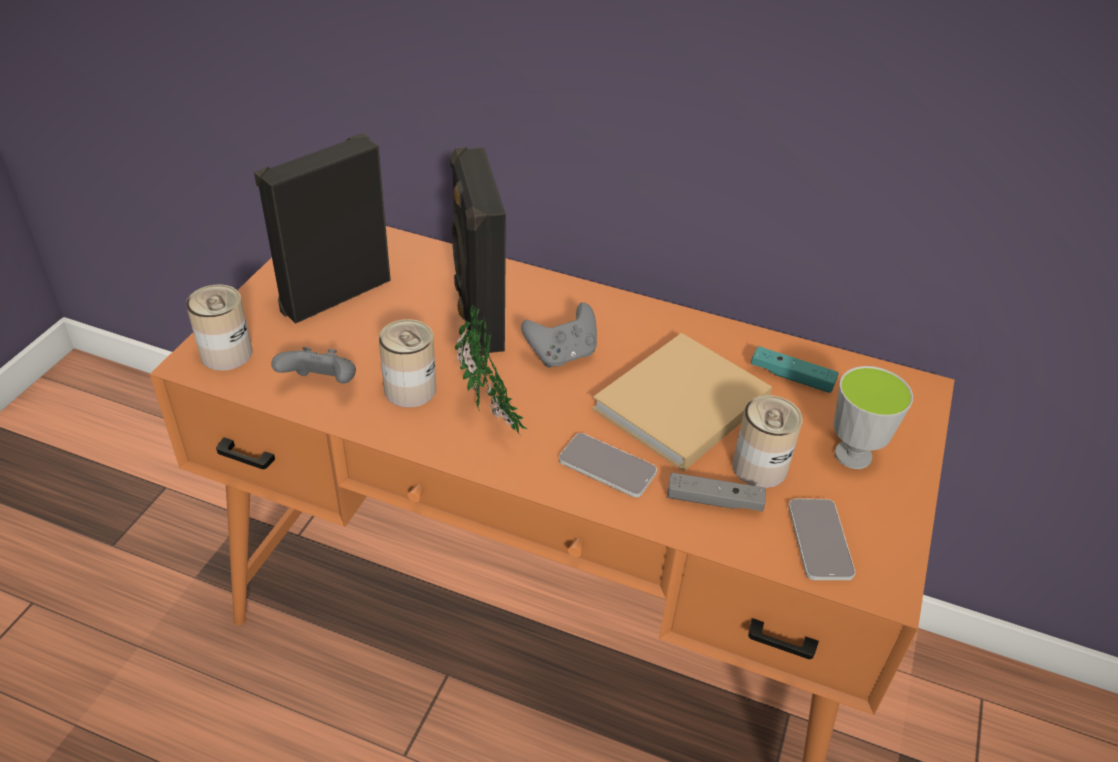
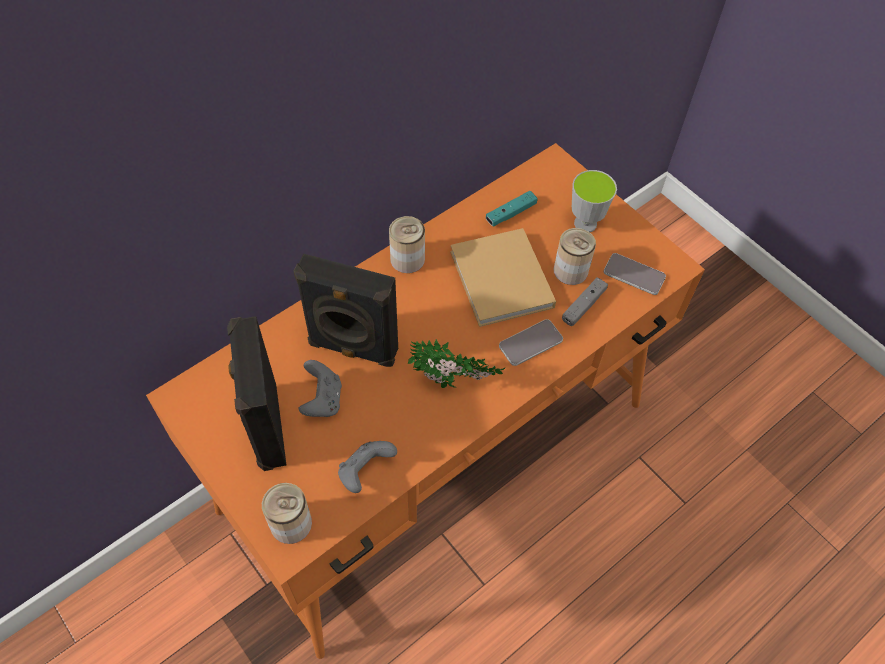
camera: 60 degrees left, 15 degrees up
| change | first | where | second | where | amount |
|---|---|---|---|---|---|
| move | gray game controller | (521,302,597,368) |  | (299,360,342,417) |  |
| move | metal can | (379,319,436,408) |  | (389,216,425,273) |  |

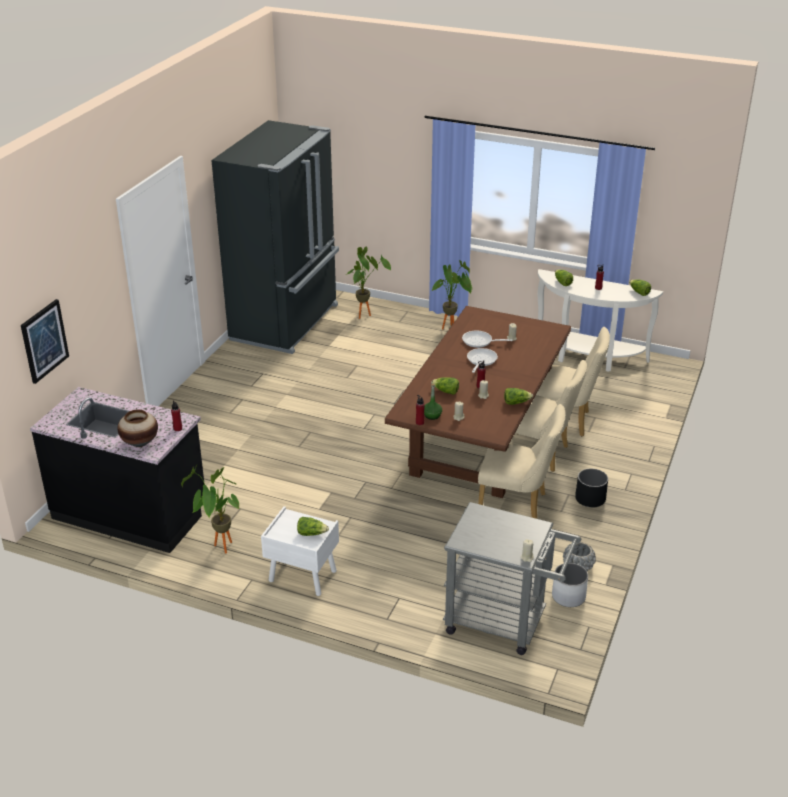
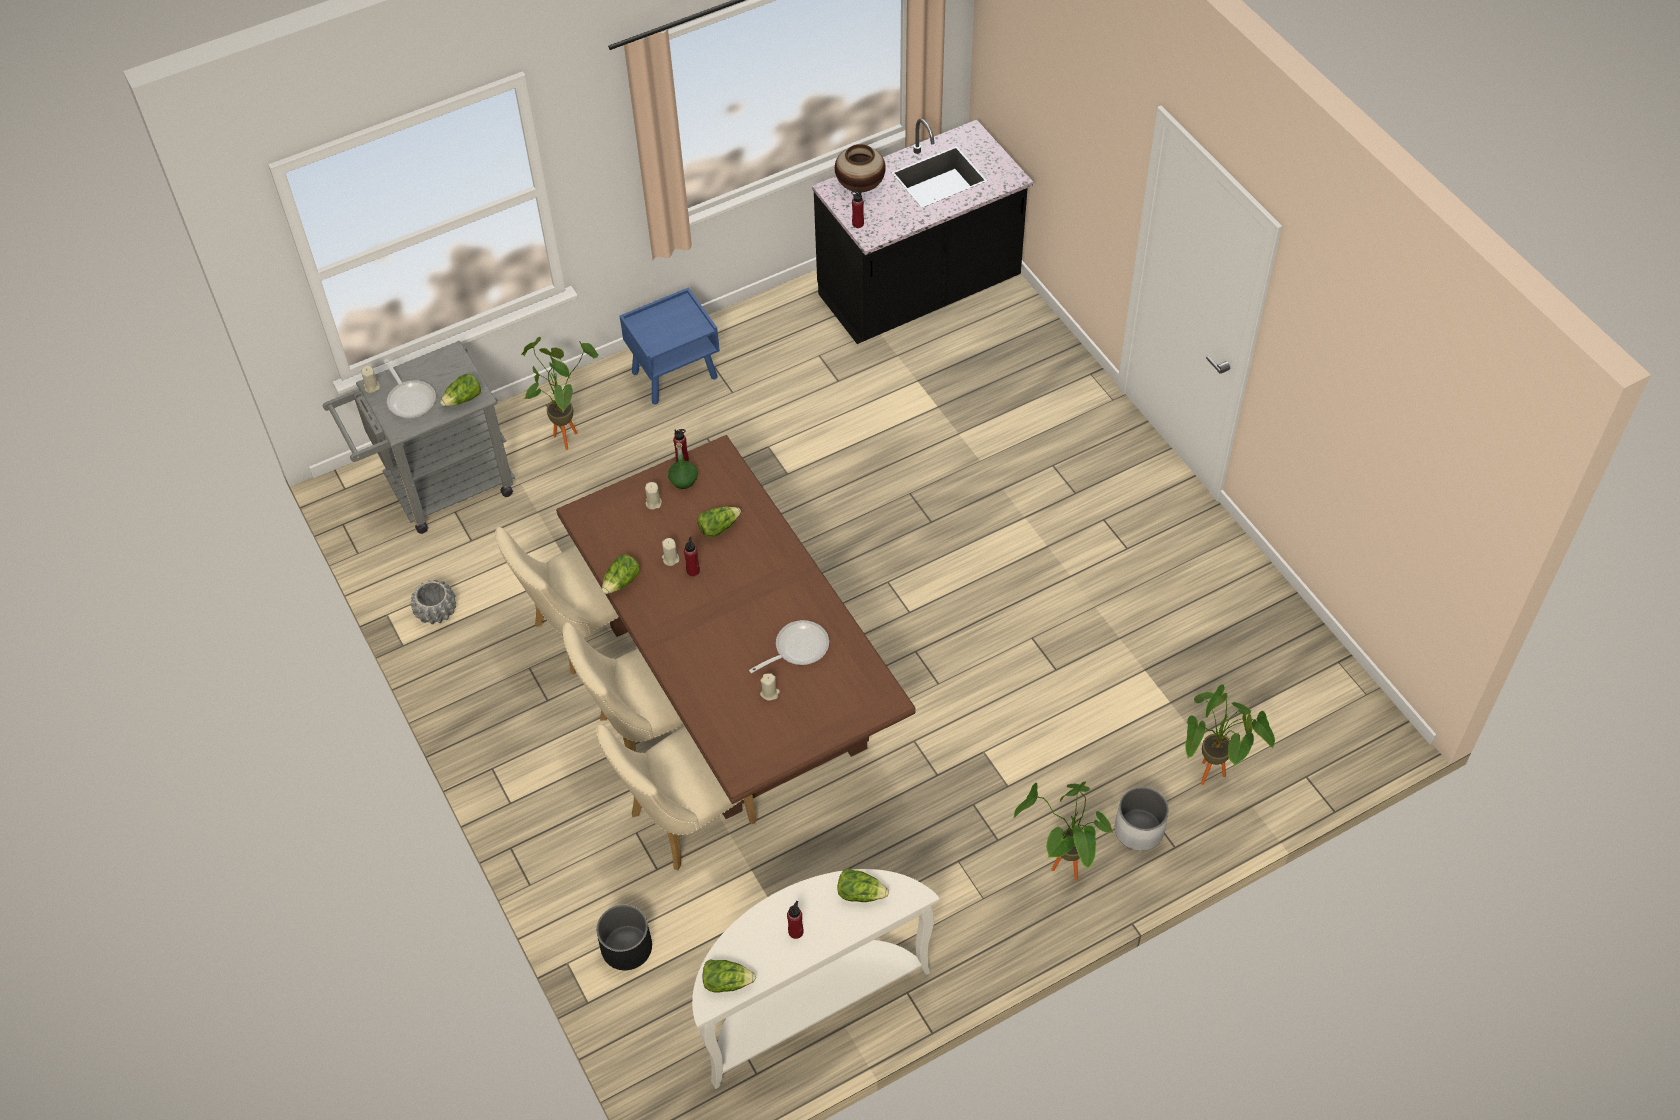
camera: 130 degrees right, 20 degrees up
| change | first | where | second | where | amount |
|---|---|---|---|---|---|
| delete | blackish refrigerator | (211,120,339,354) |  |  |  |
| delete | picture | (21,299,69,384) |  |  |  |
| move | pan | (467,348,498,373) |  | (384,359,436,418) |  |
| move | plant in a pot | (181,465,239,553) |  | (521,337,599,450) |  |
| move | blackish plant pot | (575,468,608,507) |  | (596,904,652,970) |  |
| recolor | whitish bedside table | (261,506,339,596) | blue bedside table | (620,287,720,405) |  |
| move | lettuce | (297,517,329,536) |  | (440,374,481,406) |  |
| move | whitish plant pot | (552,563,588,607) |  | (1115,787,1169,851) |  |

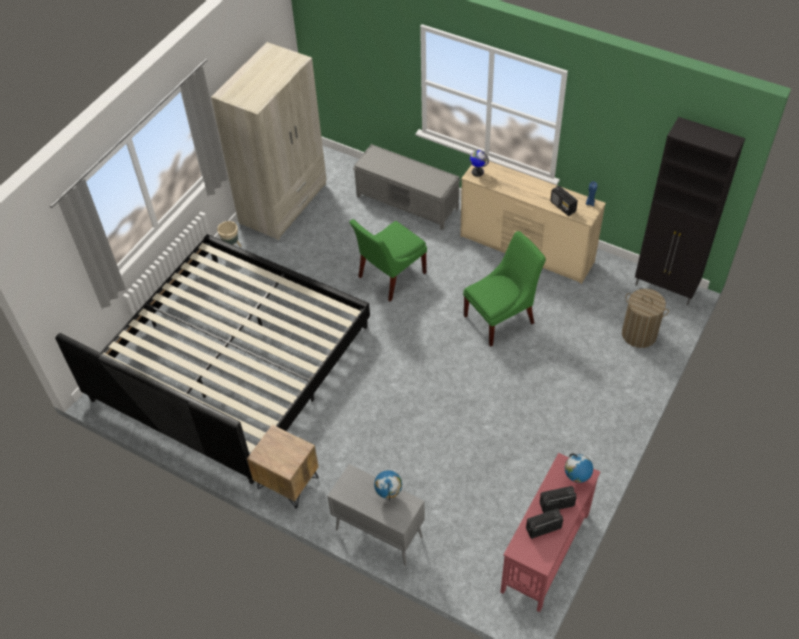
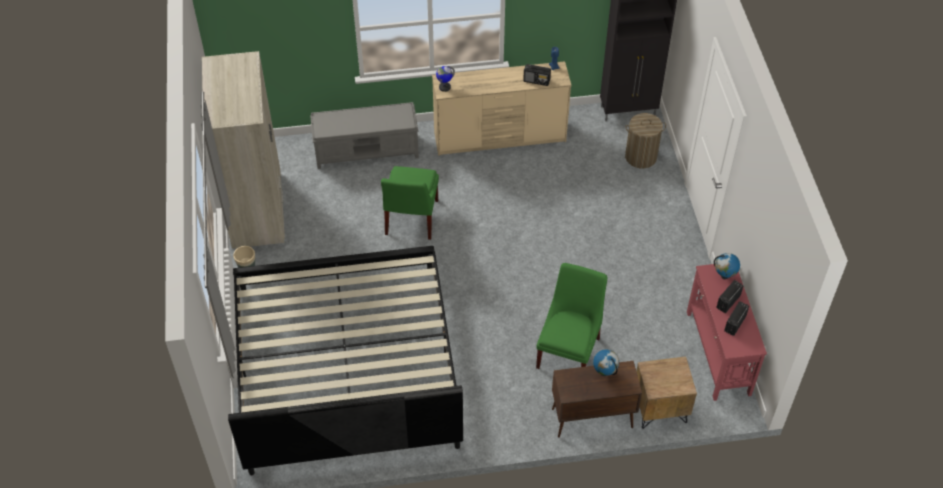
camera: 40 degrees left, 0 degrees up
| change | first | where | second | where | amount |
|---|---|---|---|---|---|
| move | green chair | (463,231,546,347) |  | (536,263,608,369) |  |
| move | brown-coloured bedside table | (247,425,319,509) |  | (636,356,697,429) |  |
| recolor | gray storage cabinet | (327,464,425,566) | brown-coloured storage cabinet | (552,361,642,438) |  |

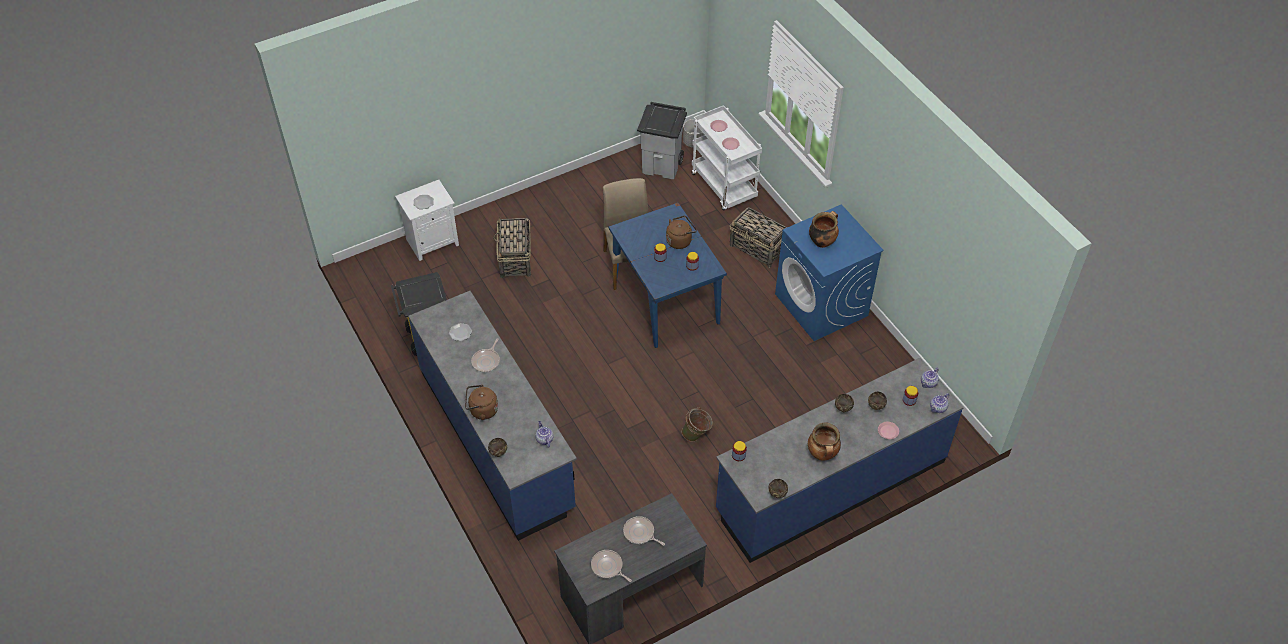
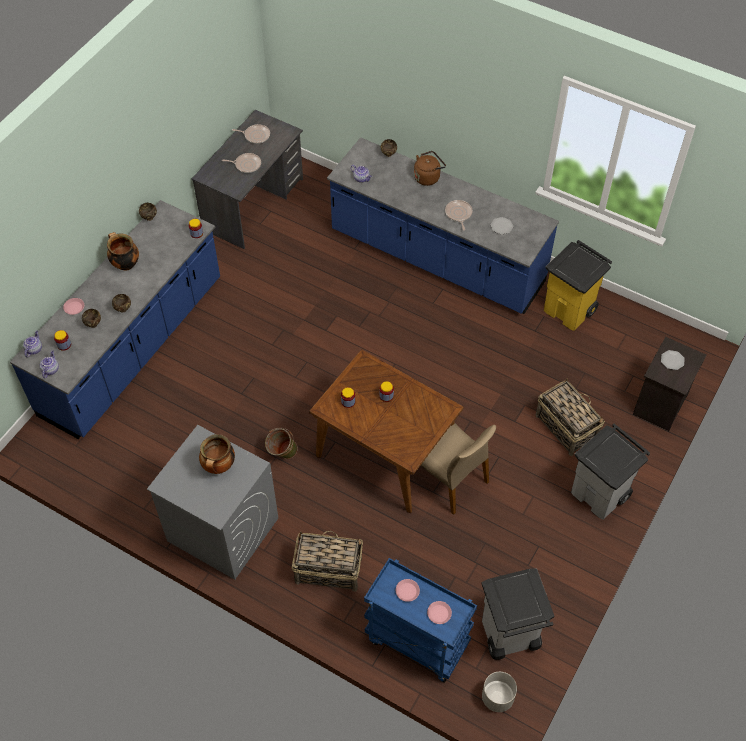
camera: 150 degrees right, 5 degrees up
| change | first | where | second | where | amount |
|---|---|---|---|---|---|
| recolor | whitish trolley | (691,105,762,211) | blue trolley | (364,558,477,683) |  |
| recolor | whitish bedside table | (395,180,459,261) | blackish bedside table | (633,337,706,431) |  |
| recolor | blue kitchen table | (608,203,727,348) | brown-coloured kitchen table | (309,349,464,513) |  |
| recolor | blue laundry machine | (775,204,884,341) | gray laundry machine | (147,425,278,580) |  |
| delete | brown-coloured kettle | (666,216,697,249) |  |  |  |
| move | green bucket | (682,407,713,442) |  | (265,428,298,459) |  |
| insert |  |  | gray rubbish bin | (571,424,650,520) |  |

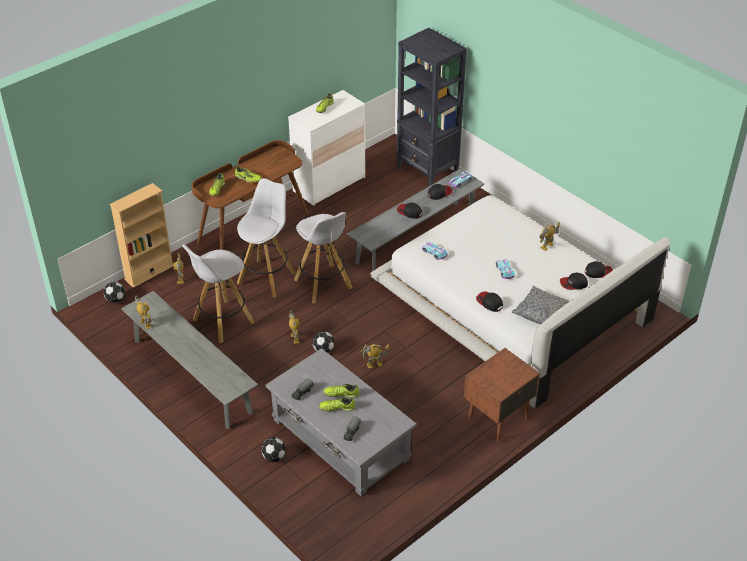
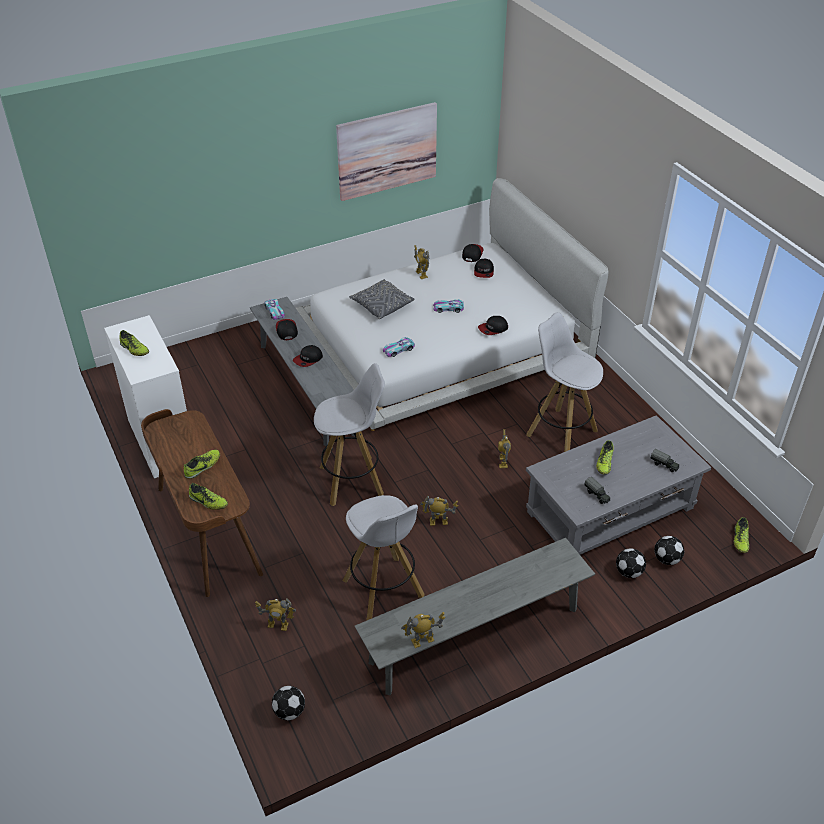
camera: 75 degrees left, 0 degrees up
| change | first | where | second | where | amount |
|---|---|---|---|---|---|
| delete | blackish bookcase | (396,28,467,186) |  |  |  |
| move | whitish stool | (237,178,296,297) |  | (527,312,603,452) |  |
| delete | beige bookcase | (109,183,174,288) |  |  |  |
| move | gray throw pillow | (511,286,570,325) |  | (349,279,414,319) |  |
| move | football ball | (312,331,335,353) |  | (654,536,684,565) |  |
| delete | brown-coloured bedside table | (464,348,540,442) |  |  |  |
| move | low shoe | (319,397,355,411) |  | (733,517,749,553) |  |
| insert |  |  | picture | (336,102,437,201) |  |

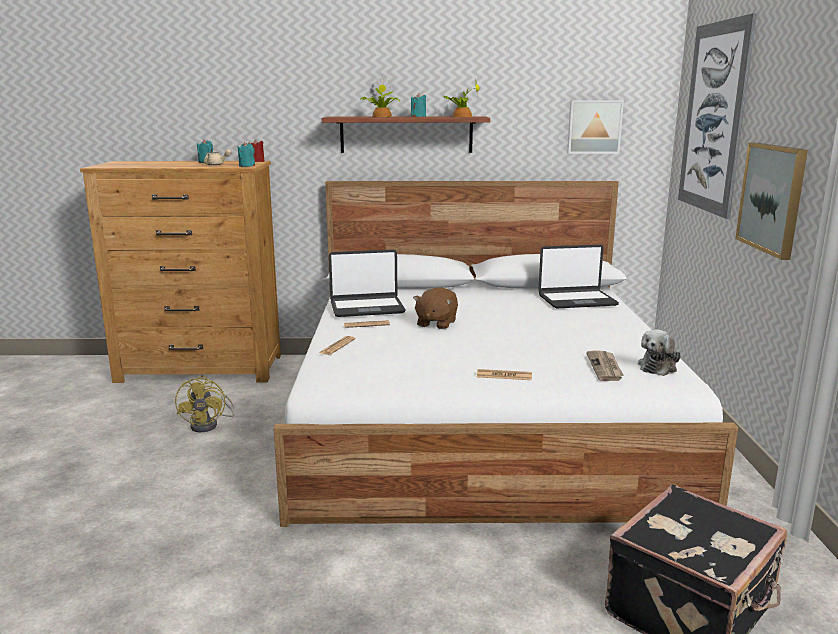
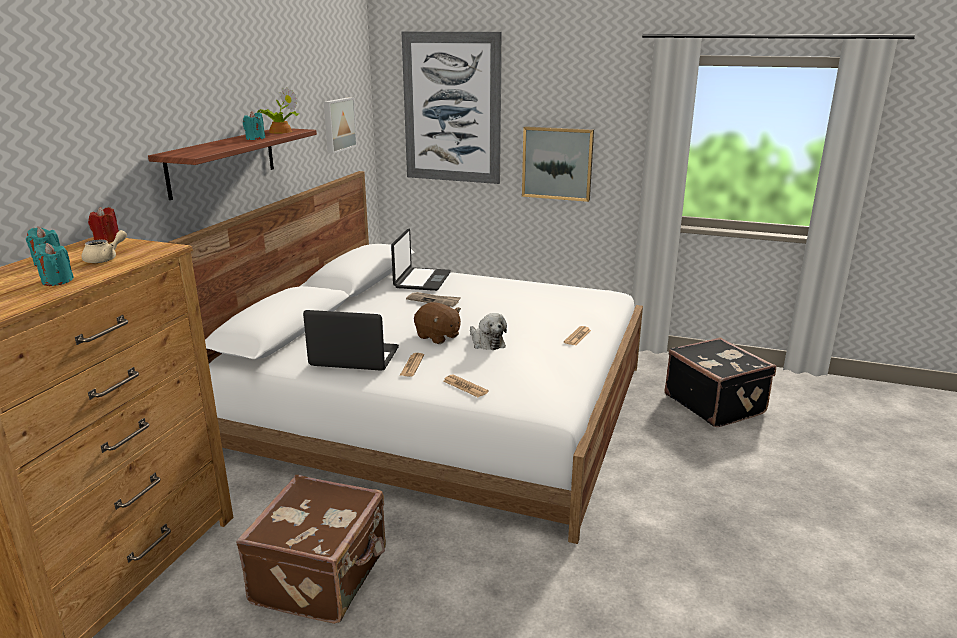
camera: 70 degrees left, 5 degrees up
| change | first | where | second | where | amount |
|---|---|---|---|---|---|
| delete | plant in a pot | (361,77,400,117) |  |  |  |
| move | turquoise wax light | (237,142,255,167) |  | (34,243,74,286) |  |
| rotate | notebook computer | (329,249,406,317) |  | (303,310,399,371) | 90 degrees counterclockwise |
| move | plush toy | (638,329,681,376) |  | (470,313,507,350) |  |
| move | daily paper | (586,350,624,381) |  | (406,292,461,307) |  |
| replace | yellow electric fan | (175,375,234,432) | brown-coloured piece of luggage | (236,475,386,624) |  |

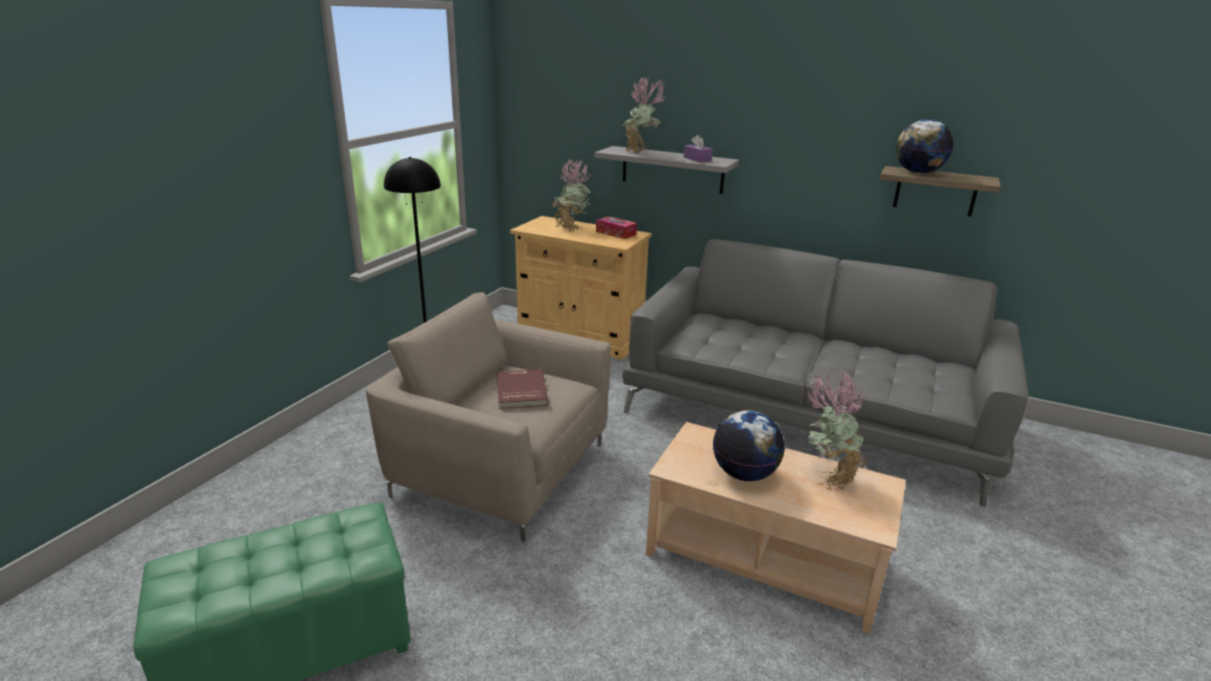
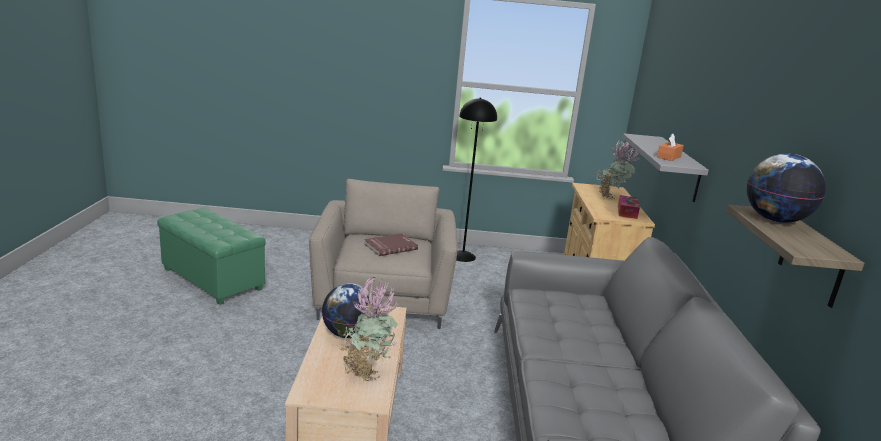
camera: 65 degrees right, 5 degrees down
| change | first | where | second | where | amount |
|---|---|---|---|---|---|
| delete | plant in a pot | (623,76,666,153) |  |  |  |
| recolor | purplish tissue holder | (684,135,713,163) | orangey tissue holder | (657,134,684,161) |  |

